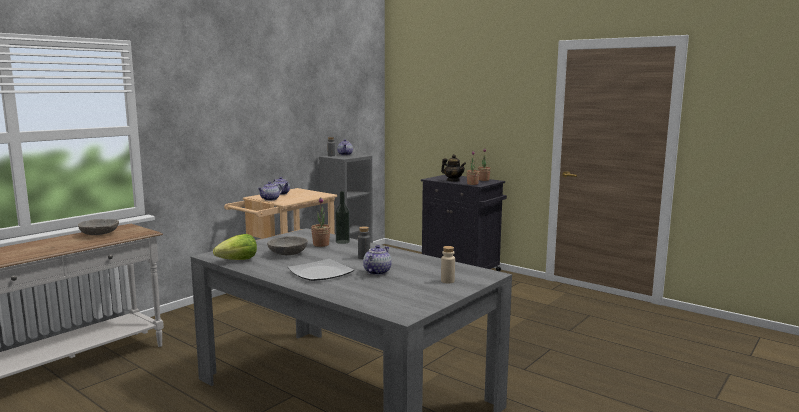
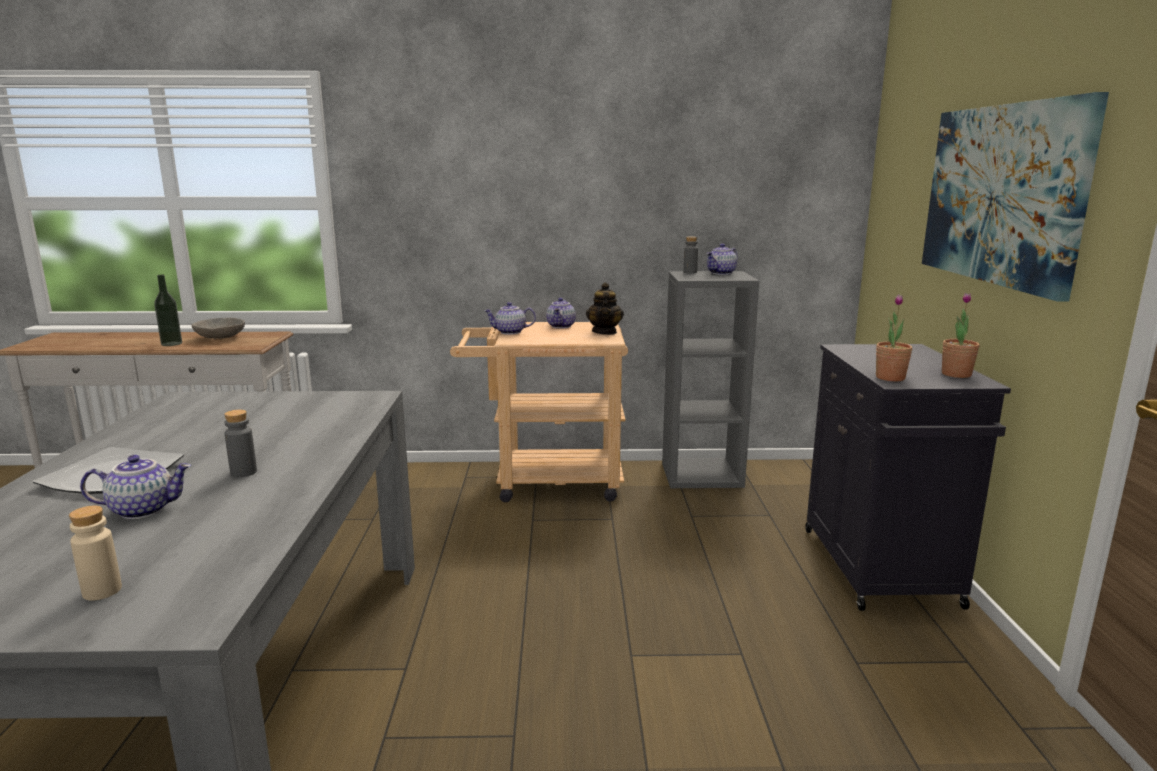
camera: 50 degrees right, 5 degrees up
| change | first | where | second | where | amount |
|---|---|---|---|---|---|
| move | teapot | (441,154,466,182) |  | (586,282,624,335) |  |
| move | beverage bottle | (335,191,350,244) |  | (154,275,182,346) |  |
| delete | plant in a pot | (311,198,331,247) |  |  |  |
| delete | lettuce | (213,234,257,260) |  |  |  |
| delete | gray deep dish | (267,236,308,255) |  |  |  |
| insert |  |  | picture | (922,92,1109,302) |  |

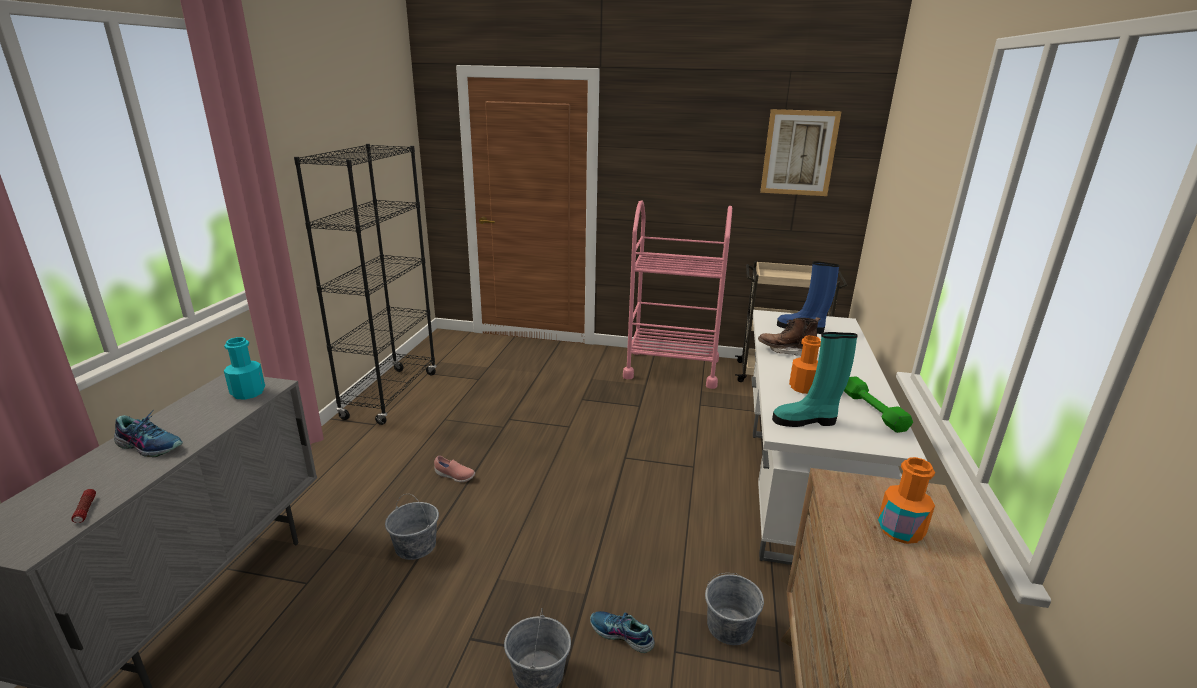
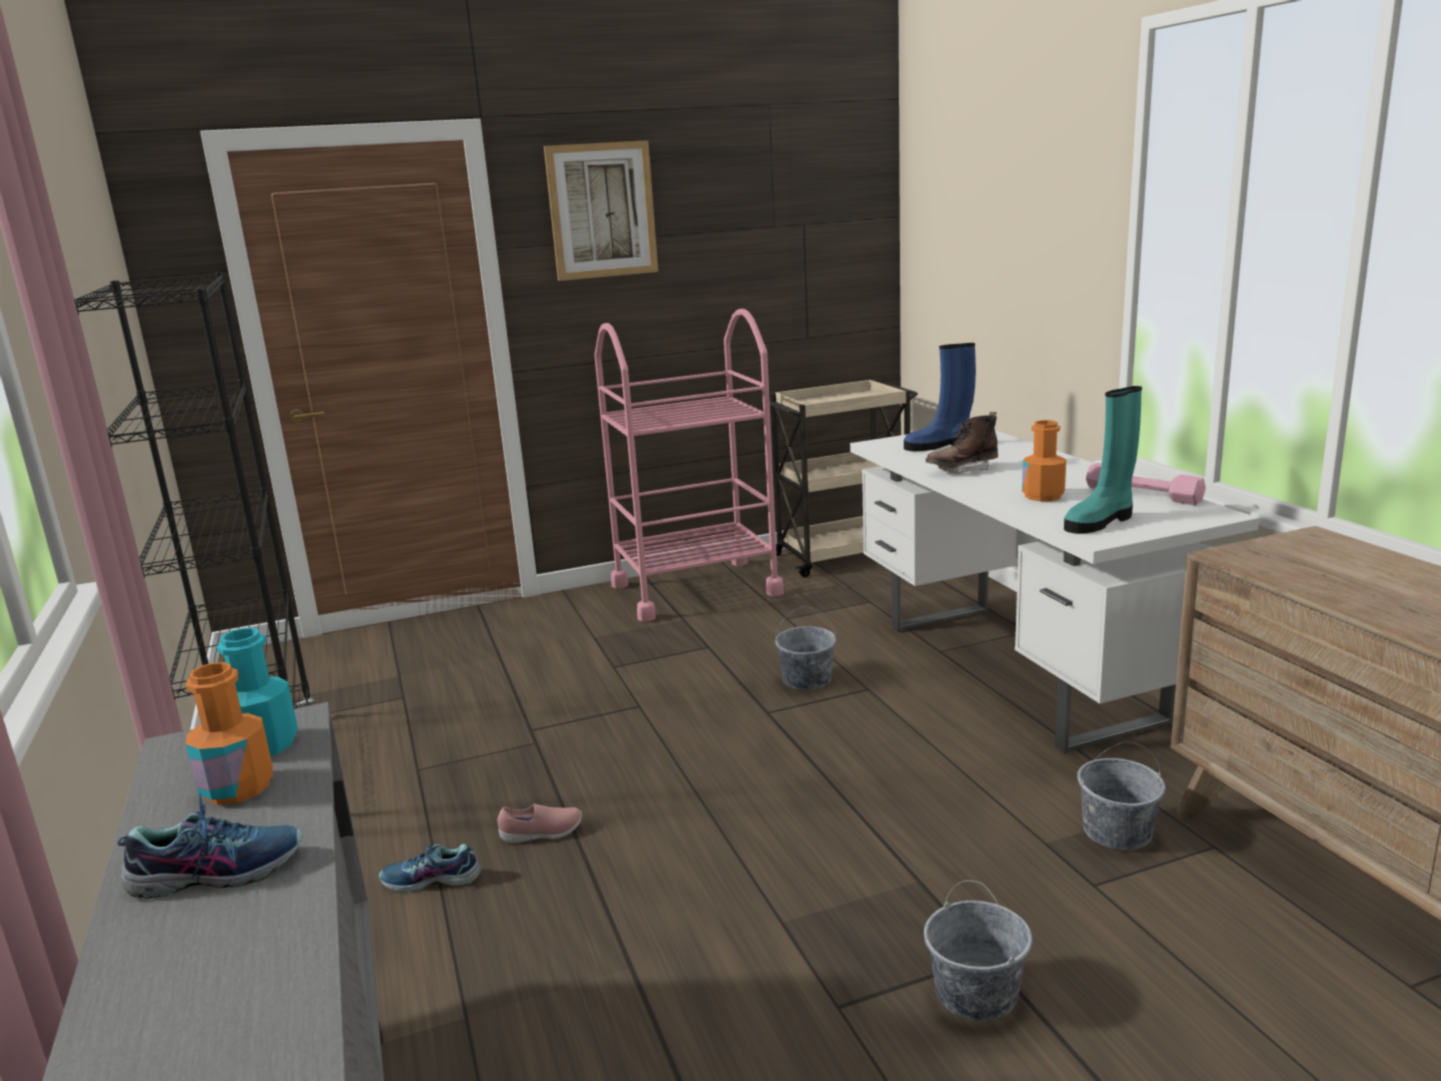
camera: 30 degrees left, 5 degrees down
| change | first | where | second | where | amount |
|---|---|---|---|---|---|
| move | picture | (760,109,841,196) |  | (544,140,658,281) |  |
| recolor | green hand weight | (844,376,913,433) | pinkish hand weight | (1086,463,1206,505) |  |
| move | orangey beverage bottle | (878,457,935,544) |  | (186,662,273,805) |  |
| delete | flashlight | (71,489,96,523) |  |  |  |
| move | gray bucket | (385,494,439,560) |  | (775,606,836,690) |  |
| move | low shoe | (590,611,655,653) |  | (379,844,481,893) |  |

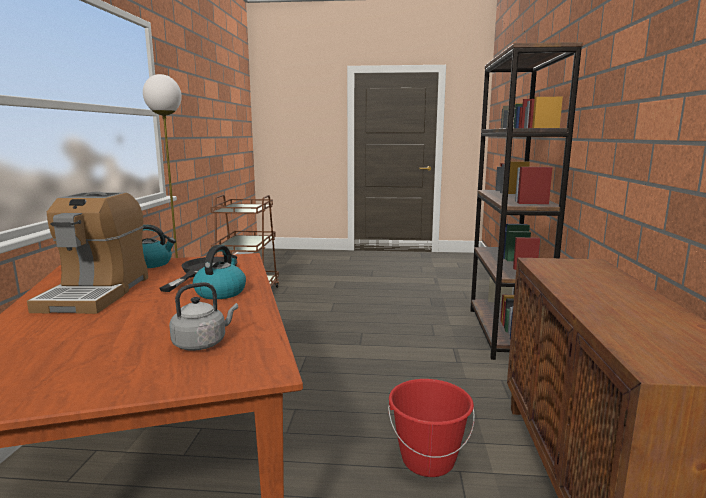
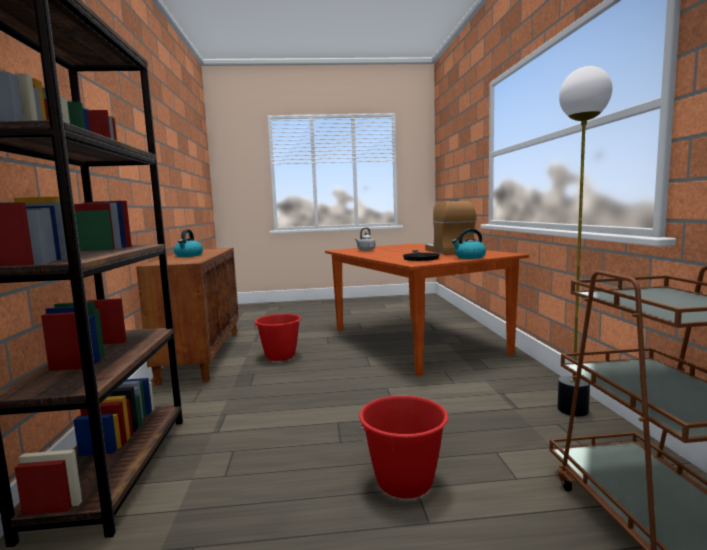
camera: 170 degrees right, 5 degrees down
| change | first | where | second | where | amount |
|---|---|---|---|---|---|
| move | kettle | (193,245,246,299) |  | (174,229,203,257) |  |
| insert |  |  | red bucket | (358,395,448,499) |  |

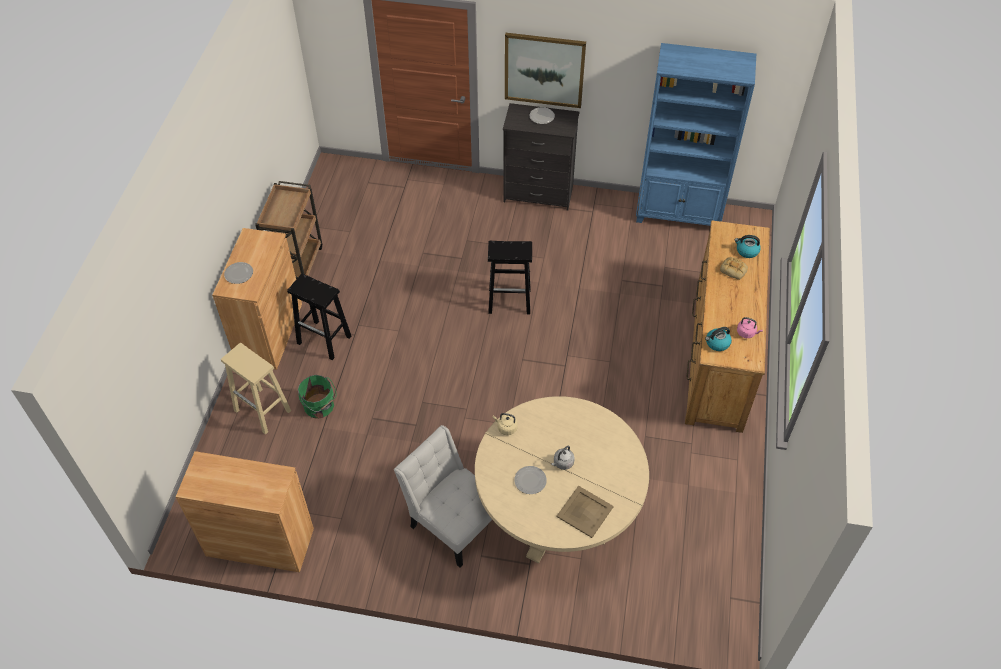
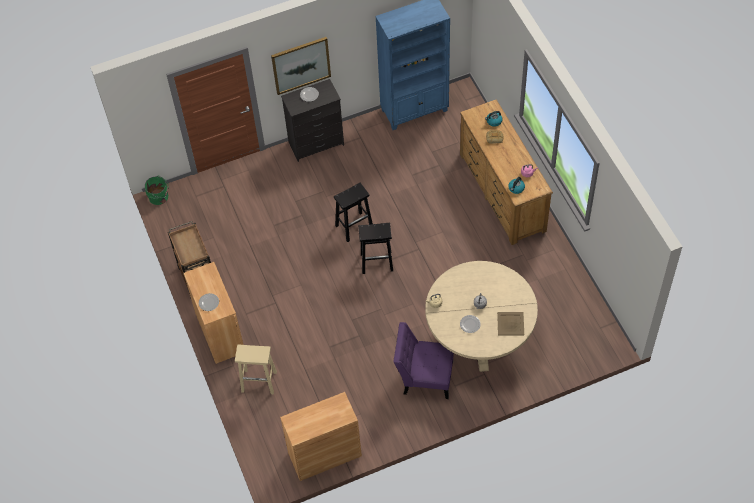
camera: 30 degrees left, 5 degrees up
| change | first | where | second | where | amount |
|---|---|---|---|---|---|
| move | blackish stool | (287,274,351,360) |  | (358,223,393,274) |  |
| move | green bucket | (298,375,337,419) |  | (145,176,169,205) |  |
| recolor | whitish chair | (394,425,492,567) | purplish chair | (393,322,454,399) |  |

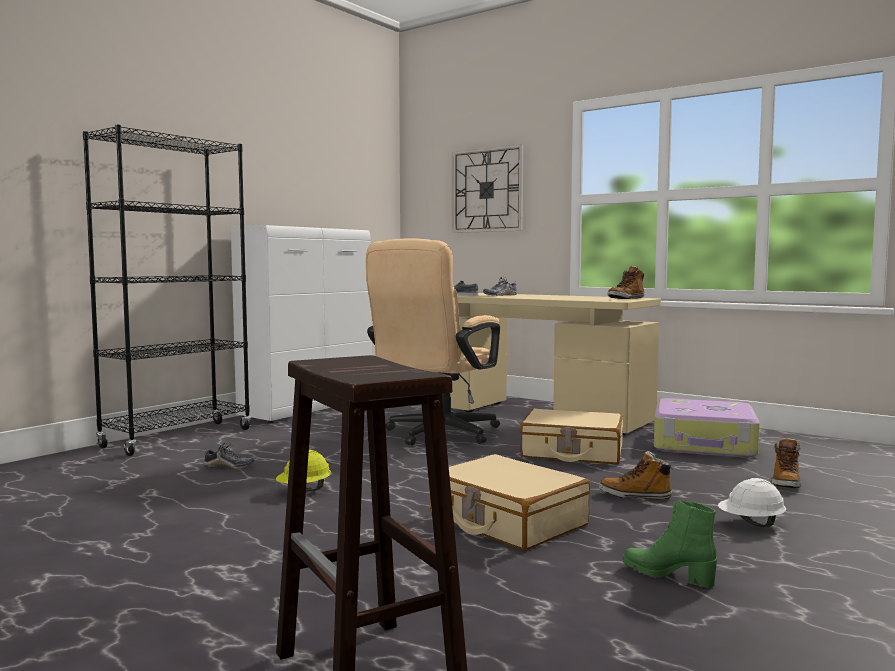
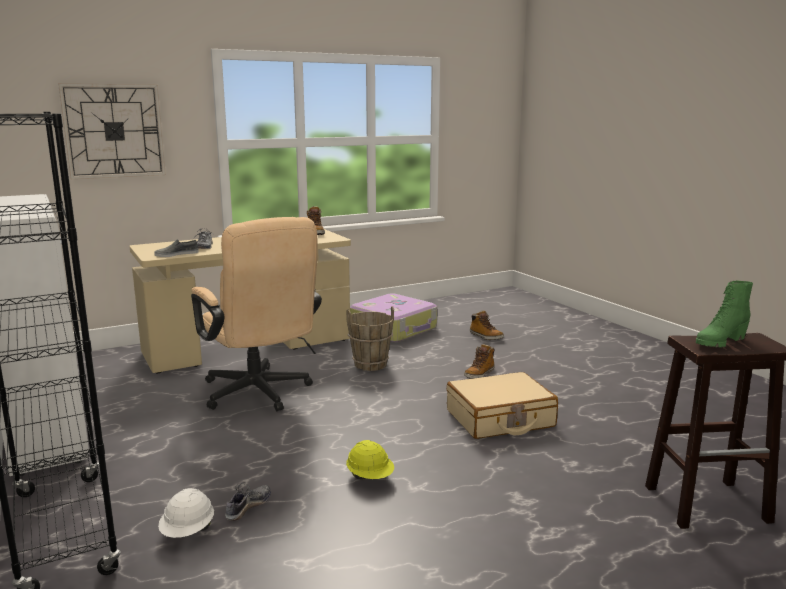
camera: 65 degrees left, 10 degrees up
| change | first | where | second | where | amount |
|---|---|---|---|---|---|
| replace | beige piece of luggage | (520,409,623,464) | brown-coloured bucket | (346,306,394,371) |  |
| move | whitish work helmet | (718,478,786,527) |  | (158,488,214,538) |  |
| move | green high-top boot | (623,500,717,588) |  | (696,281,753,348) |  |

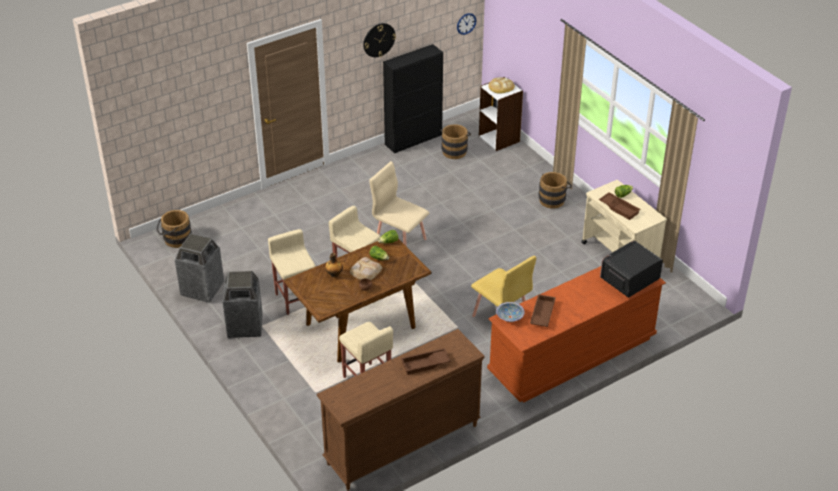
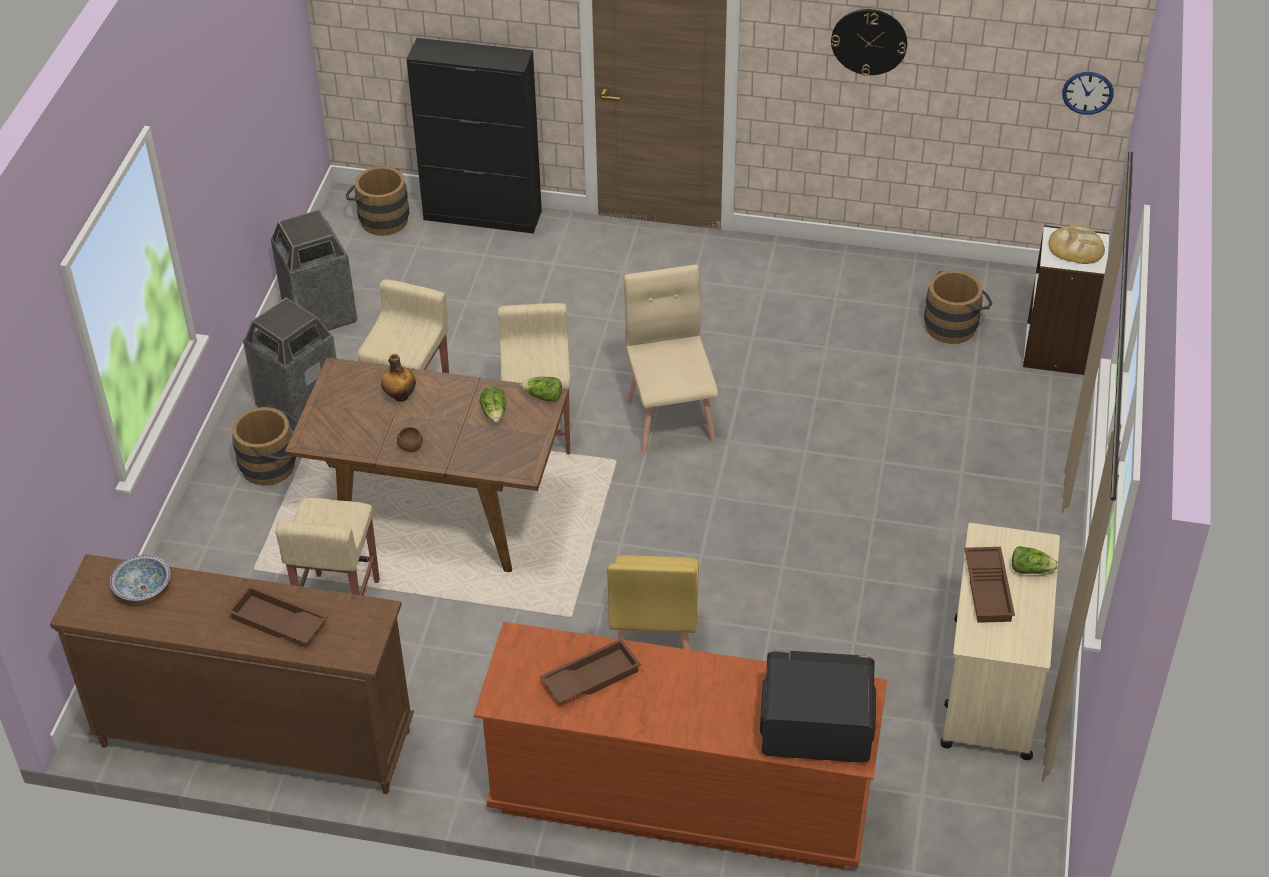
camera: 45 degrees right, 5 degrees up
| change | first | where | second | where | amount |
|---|---|---|---|---|---|
| move | blackish storage cabinet | (383,44,443,153) |  | (406,38,542,234) |  |
| move | brown-coloured bucket | (539,172,572,209) |  | (232,406,298,486) |  |
| delete | bread | (350,257,382,280) |  |  |  |
| move | deep dish | (496,302,525,322) |  | (110,555,170,601) |  |

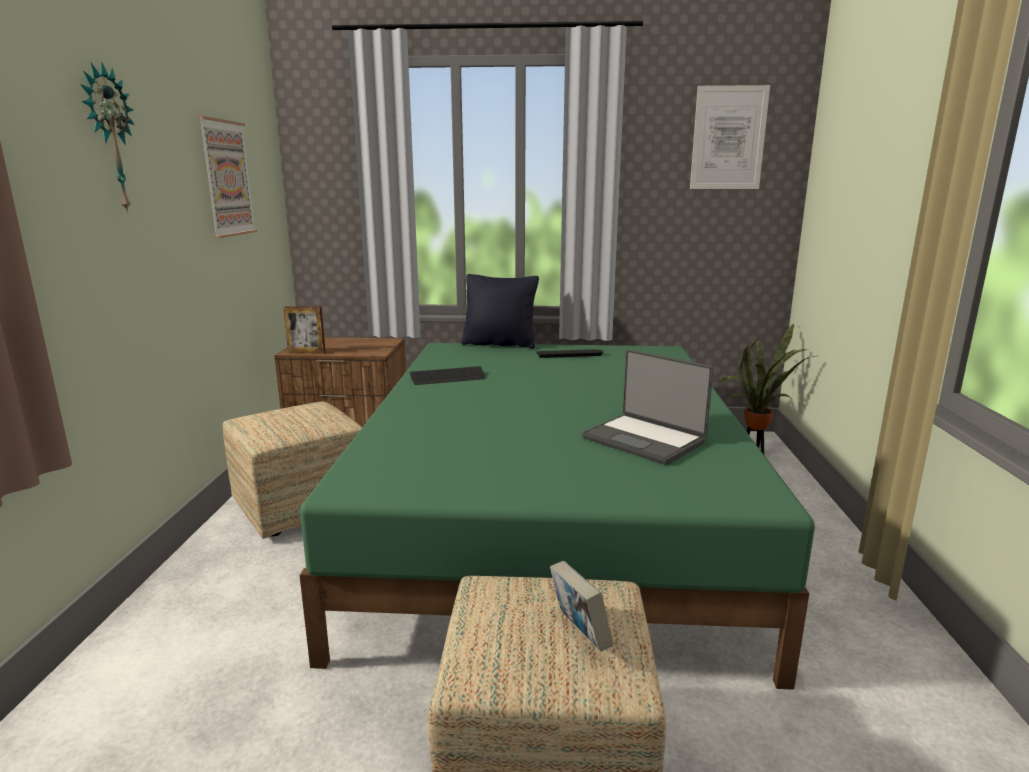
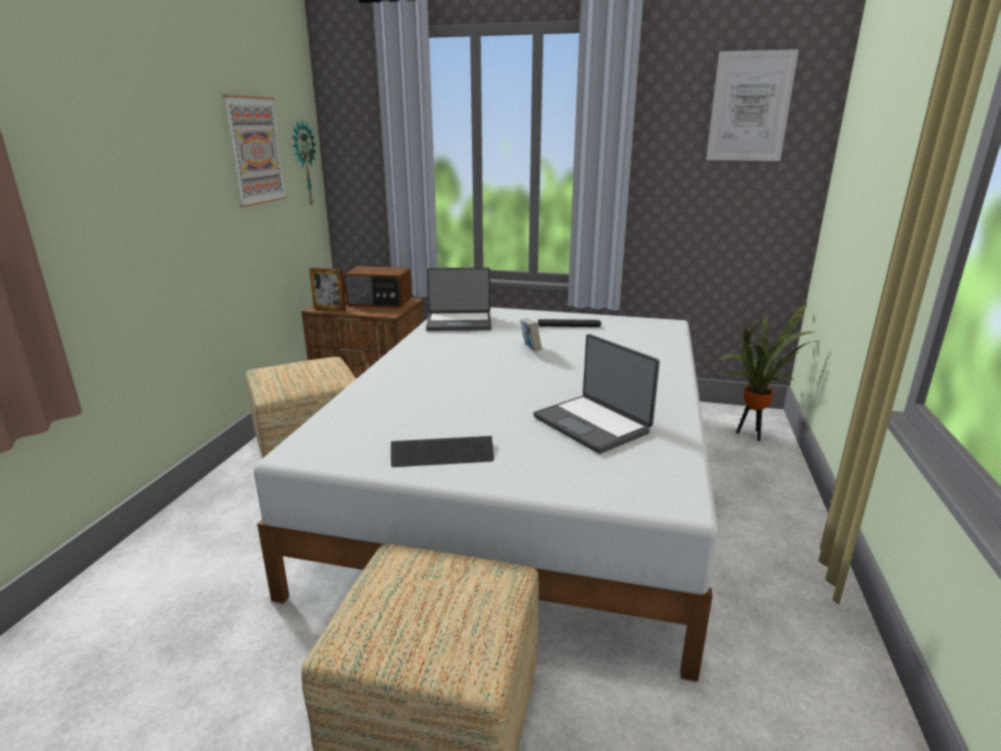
camera: 10 degrees right, 5 degrees up
| change | first | where | second | where | amount |
|---|---|---|---|---|---|
| move | wall clock | (80,62,134,213) |  | (292,120,316,206) |  |
| delete | blackish throw pillow | (461,274,539,349) |  |  |  |
| recolor | green sleeping bed | (300,343,815,690) | whitish sleeping bed | (254,307,718,682) |  |
| move | keyboard | (410,366,486,385) |  | (391,436,494,467) |  |
| move | volume | (550,561,613,651) |  | (520,318,542,351) |  |
| insert |  |  | radio set | (344,266,412,308) |  |
| insert |  |  | notebook computer | (426,267,492,331) |  |

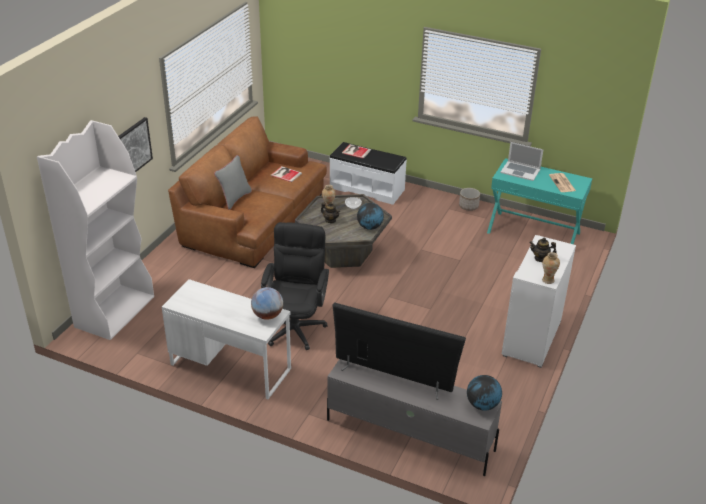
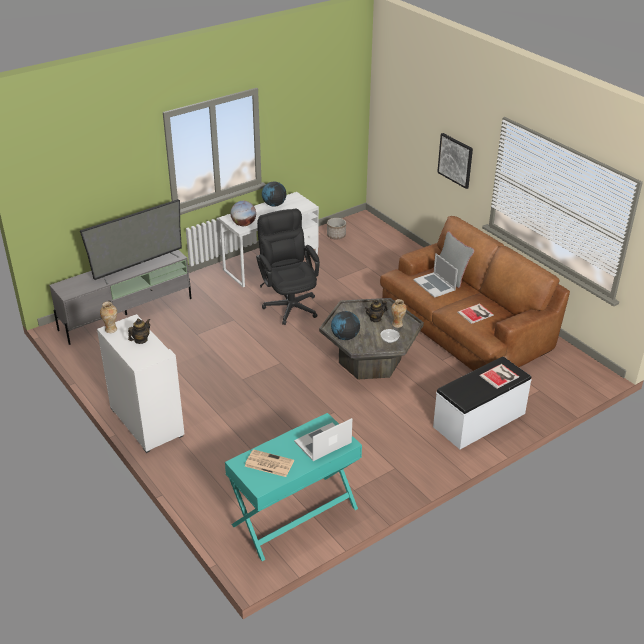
camera: 120 degrees right, 0 degrees up
| change | first | where | second | where | amount |
|---|---|---|---|---|---|
| delete | whitish bookcase | (37,120,154,340) |  |  |  |
| move | plant pot | (459,188,480,211) |  | (327,218,346,239) |  |
| rotate | blackish desk chair | (261,222,329,350) |  | (256,209,320,325) | 150 degrees counterclockwise |
| move | globe | (467,375,502,411) |  | (262,182,287,207) |  |
| insert |  |  | notebook computer | (413,253,458,298) |  |

